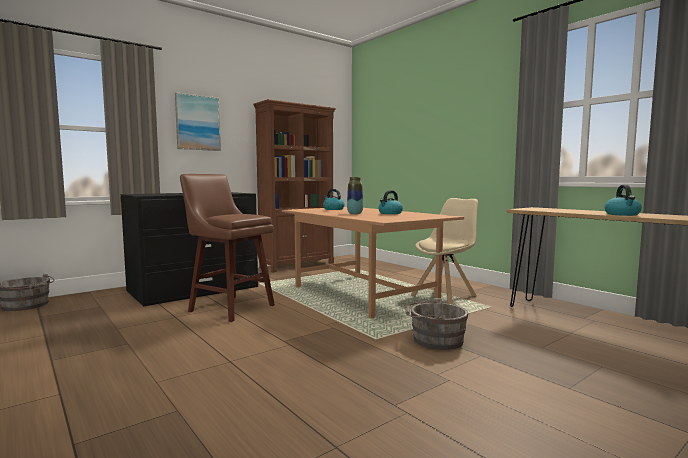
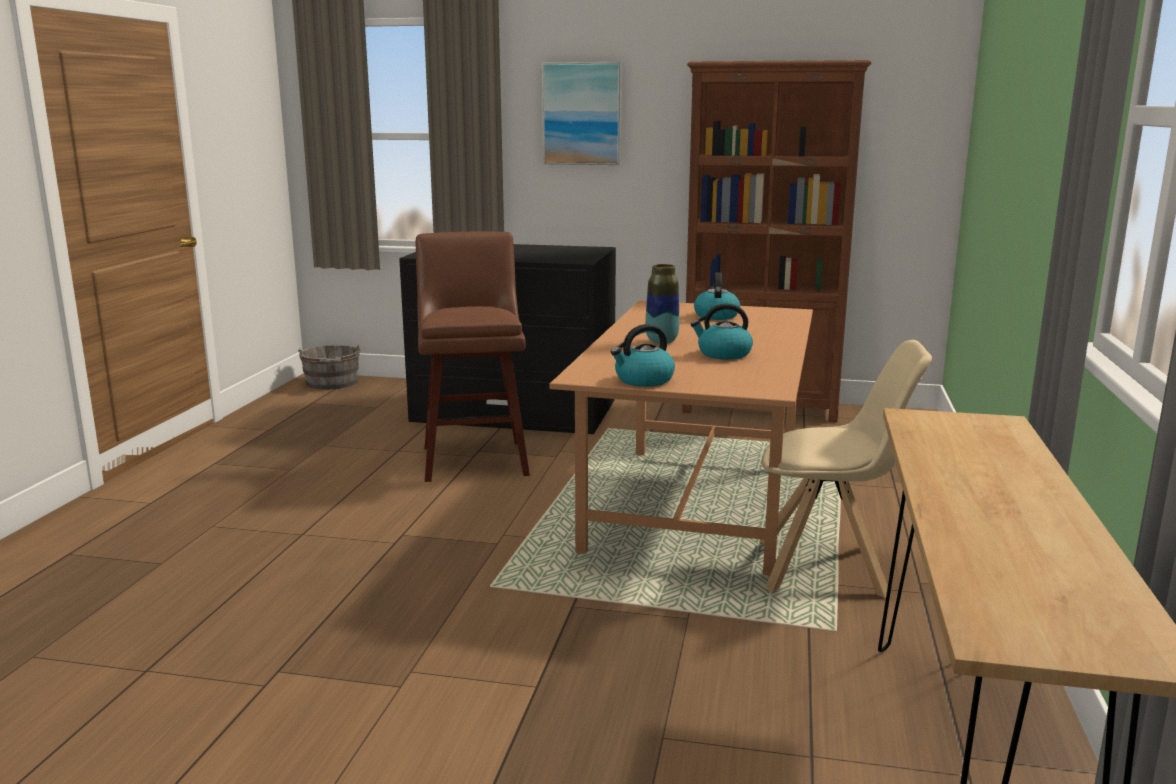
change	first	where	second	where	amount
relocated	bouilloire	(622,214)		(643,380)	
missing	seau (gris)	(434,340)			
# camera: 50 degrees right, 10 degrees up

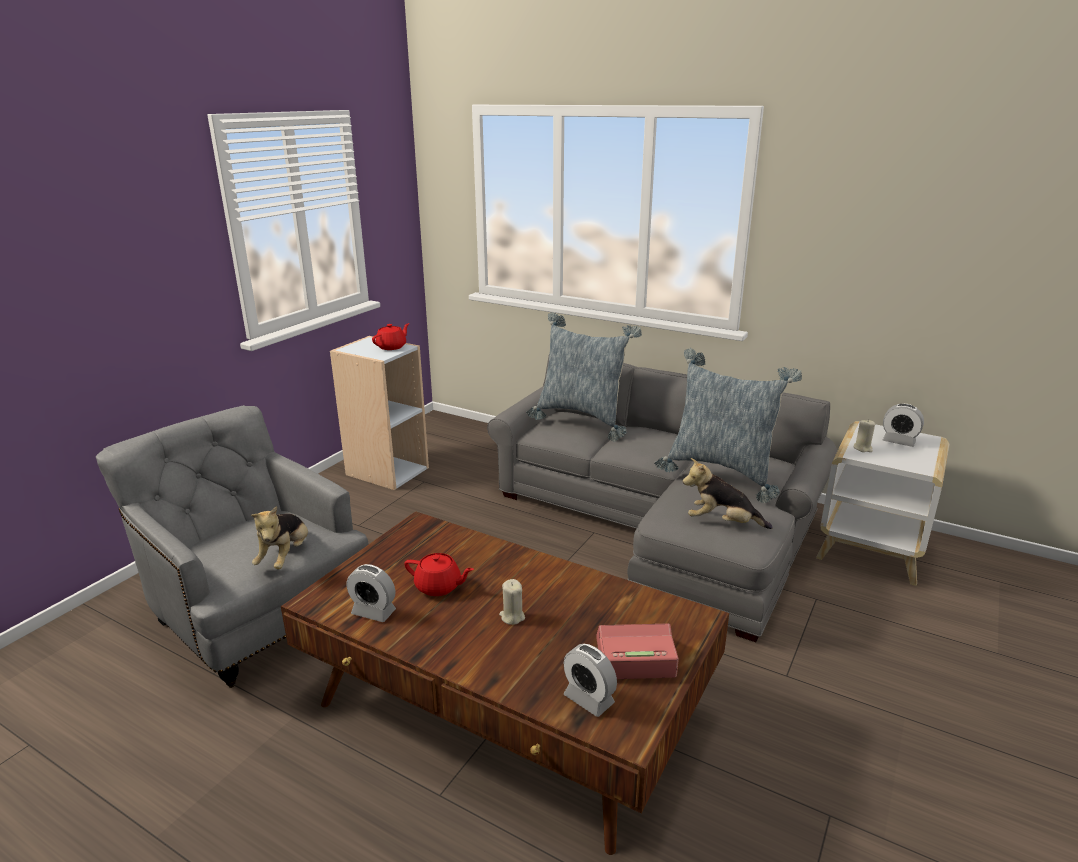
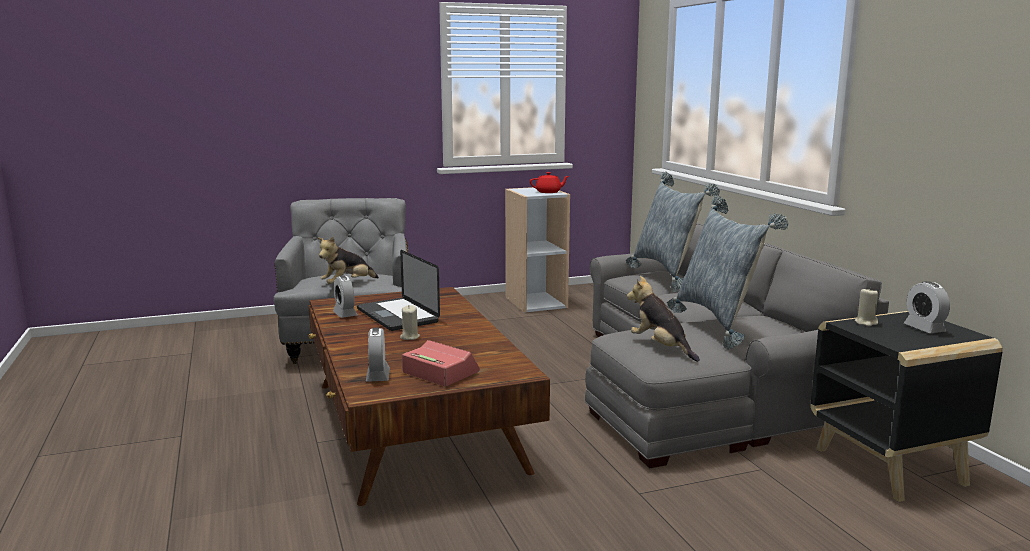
change	first	where	second	where	amount
colour	table d'appoint (blanc)	(872,553)	table d'appoint (noir)	(891,467)	
exchanged	théière (rouge)	(439,587)	ordinateur portable	(397,315)	
# camera: 40 degrees right, 10 degrees down

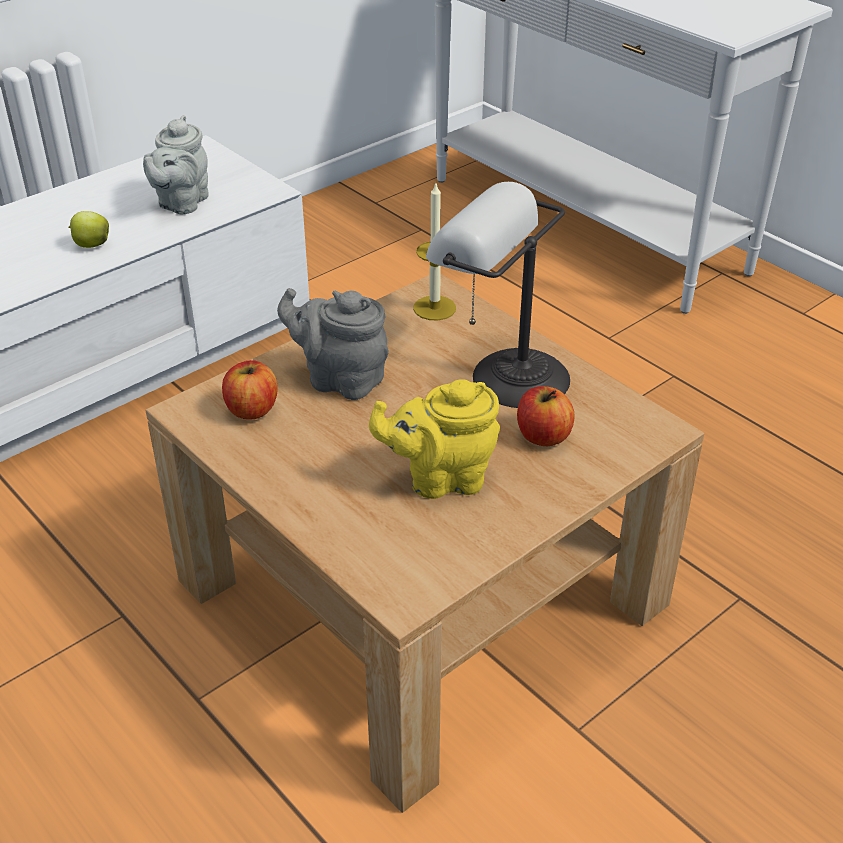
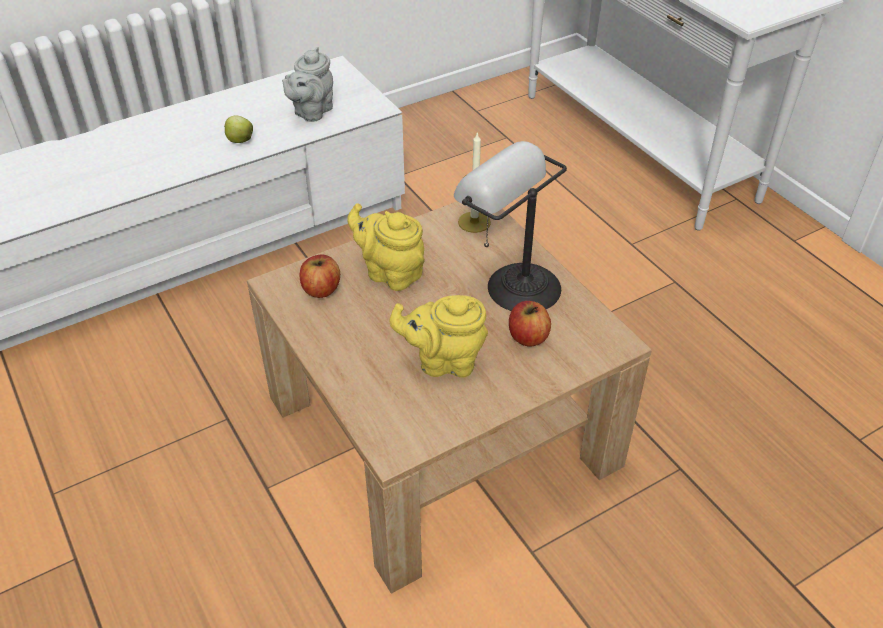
change	first	where	second	where	amount
colour	théière (gris)	(340,379)	théière (jaune)	(390,273)	
# camera: 10 degrees right, 5 degrees up

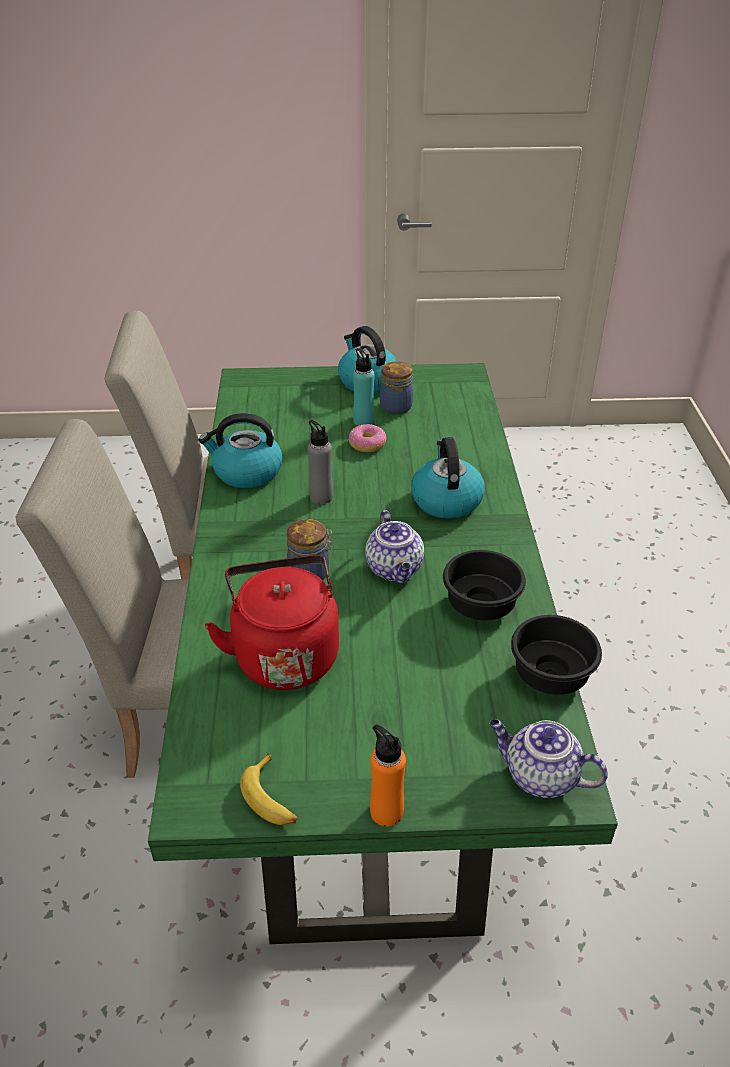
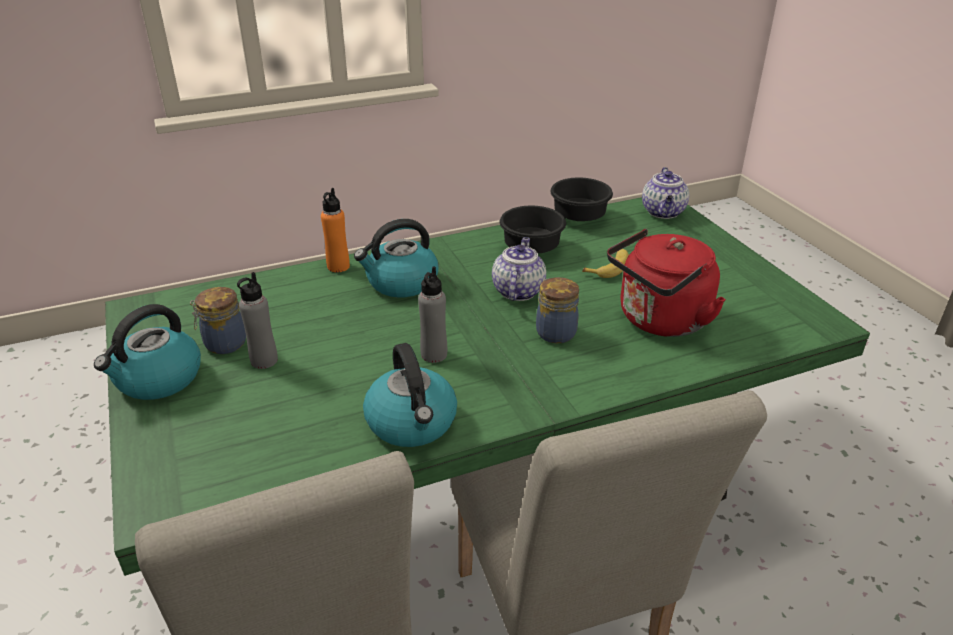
change	first	where	second	where	amount
colour	bouteille (turquoise)	(363,420)	bouteille (gris)	(264,360)	
missing	beignet	(367,444)			
spun	théière	(395,569)		(517,290)	45 degrees counterclockwise
relocated	bouteille (orange)	(386,811)		(338,266)	
relocated	banane	(272,798)		(609,267)	
# camera: 110 degrees left, 5 degrees down

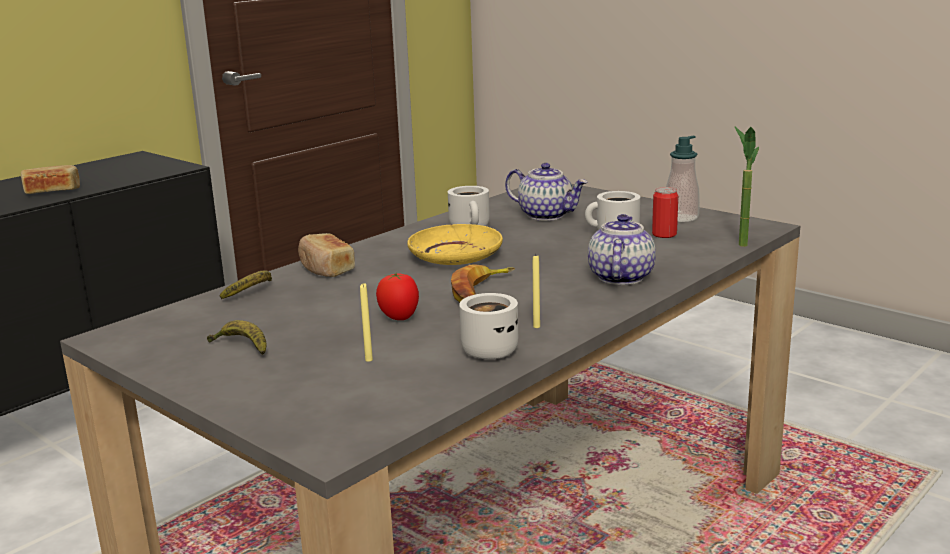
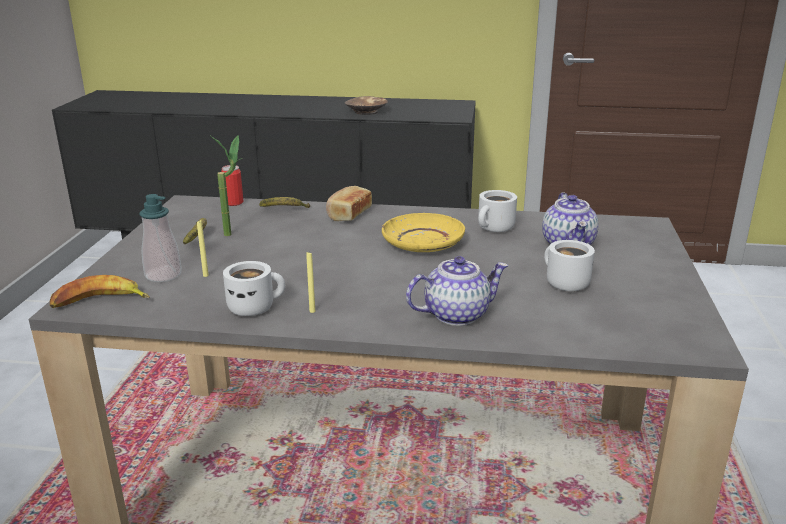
change	first	where	second	where	amount
relocated	plante en pot	(740,242)		(234,232)	
relocated	distributeur de savon	(681,217)		(163,275)	
exchanged	pain	(52,191)	bol (marron)	(367,112)	
relocated	boîte métallique	(664,234)		(233,203)	
relocated	banane	(481,292)		(100,302)	
missing	tomate	(399,318)			
# camera: 55 degrees right, 5 degrees up

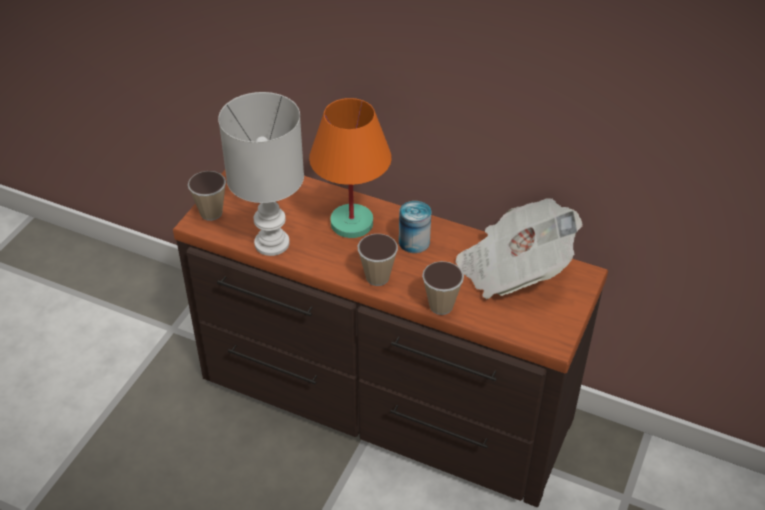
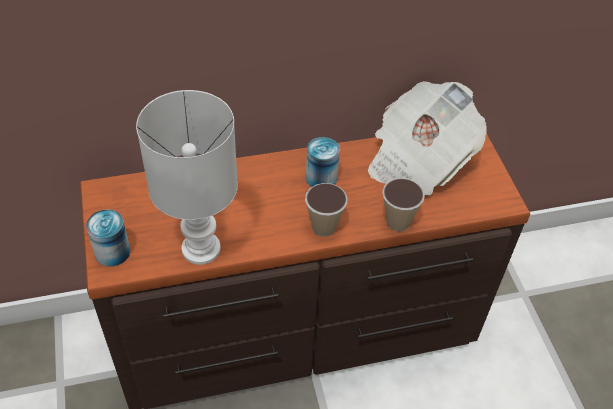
change	first	where	second	where	amount
missing	lampe de table (orange)	(353,223)			
exchanged	tasse	(211,213)	boîte métallique	(112,252)	
# camera: 40 degrees left, 5 degrees up

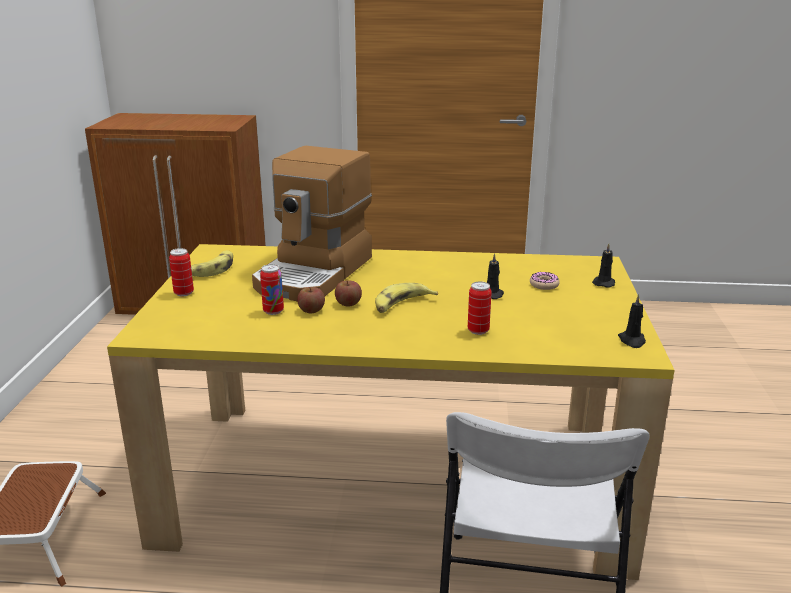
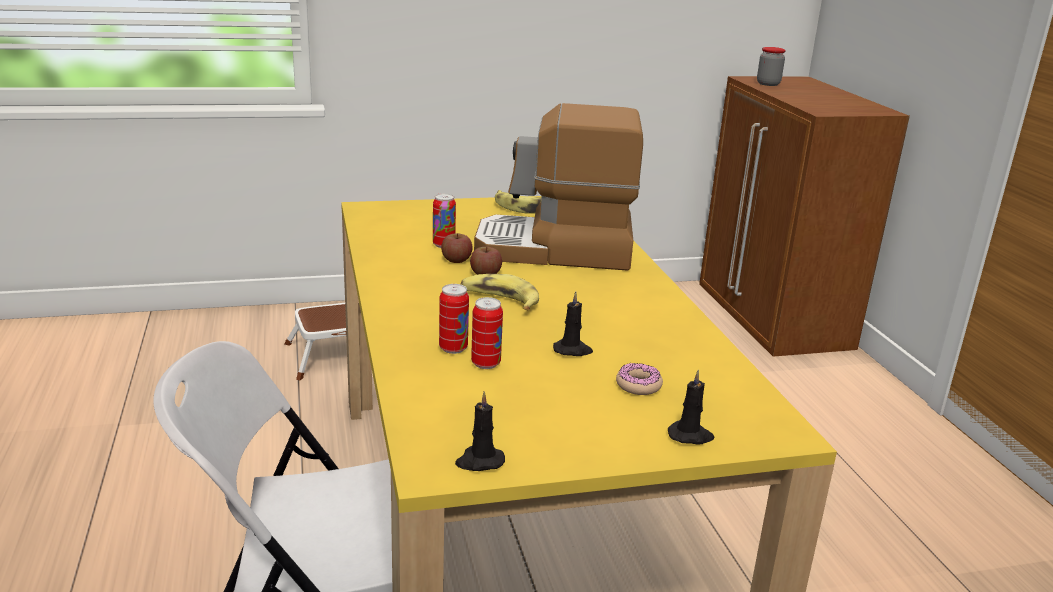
change	first	where	second	where	amount
relocated	boîte métallique	(184,293)		(486,363)	
appeared			bocal	(768,84)	
# camera: 70 degrees right, 0 degrees up

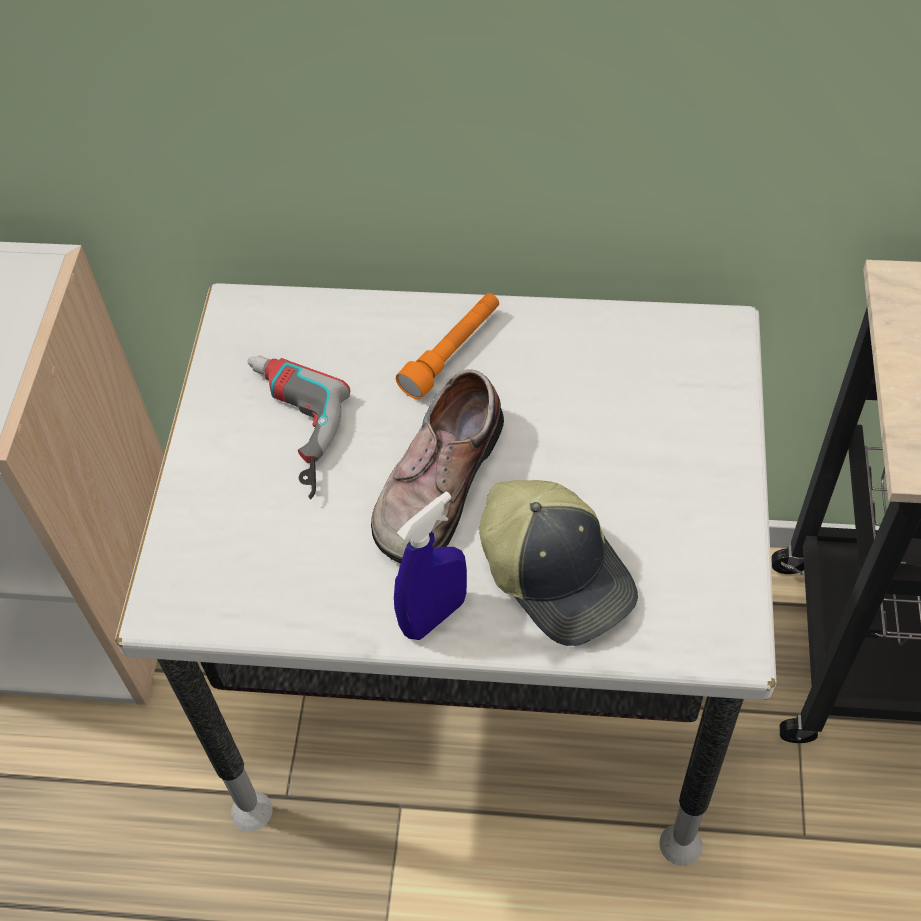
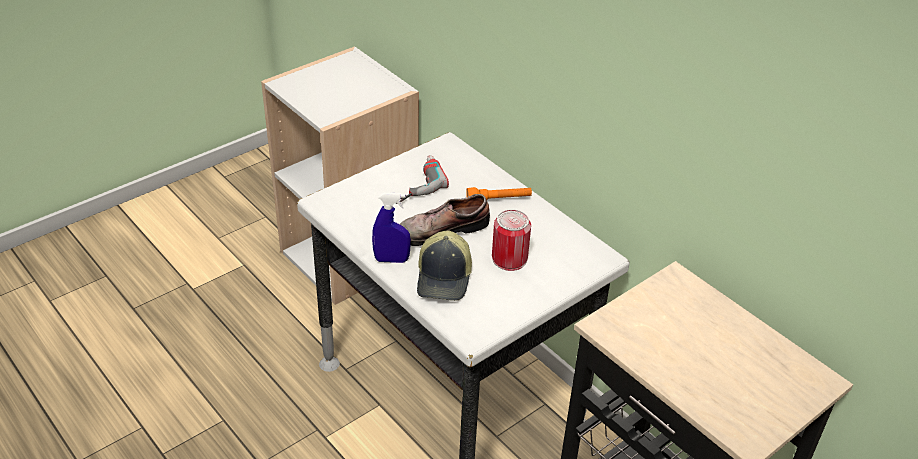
change	first	where	second	where	amount
appeared			boîte métallique	(509,259)	
# camera: 40 degrees right, 15 degrees down

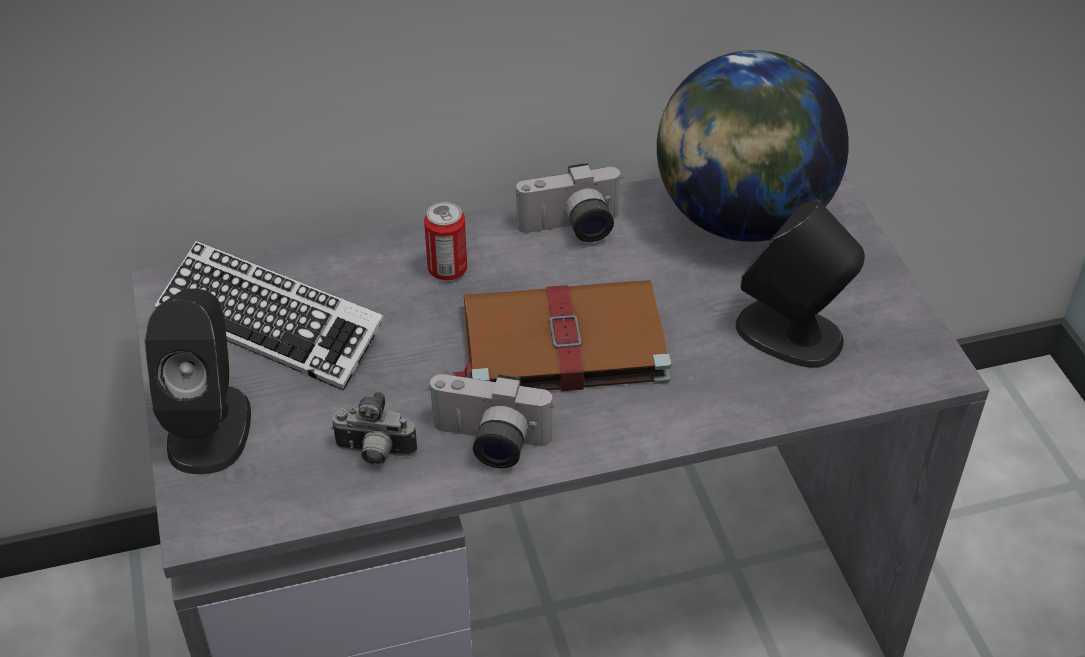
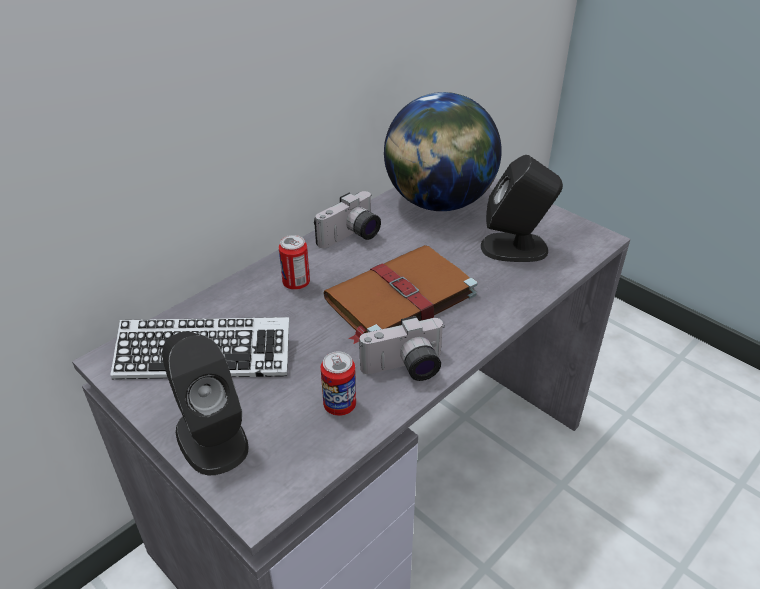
change	first	where	second	where	amount
exchanged	appareil photo	(374,454)	boîte métallique	(339,405)	
# camera: 30 degrees left, 5 degrees down

